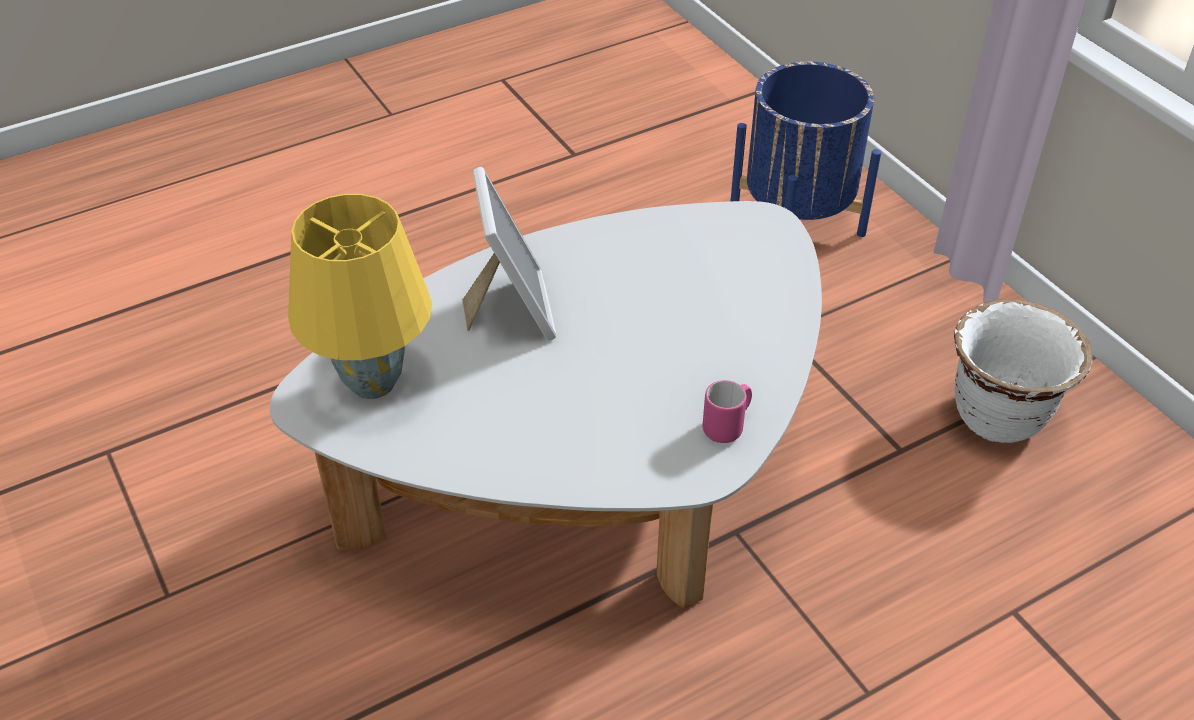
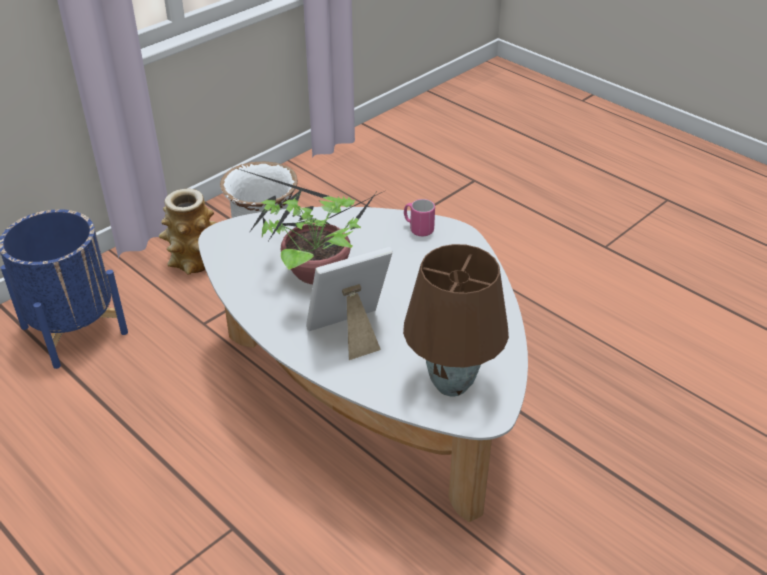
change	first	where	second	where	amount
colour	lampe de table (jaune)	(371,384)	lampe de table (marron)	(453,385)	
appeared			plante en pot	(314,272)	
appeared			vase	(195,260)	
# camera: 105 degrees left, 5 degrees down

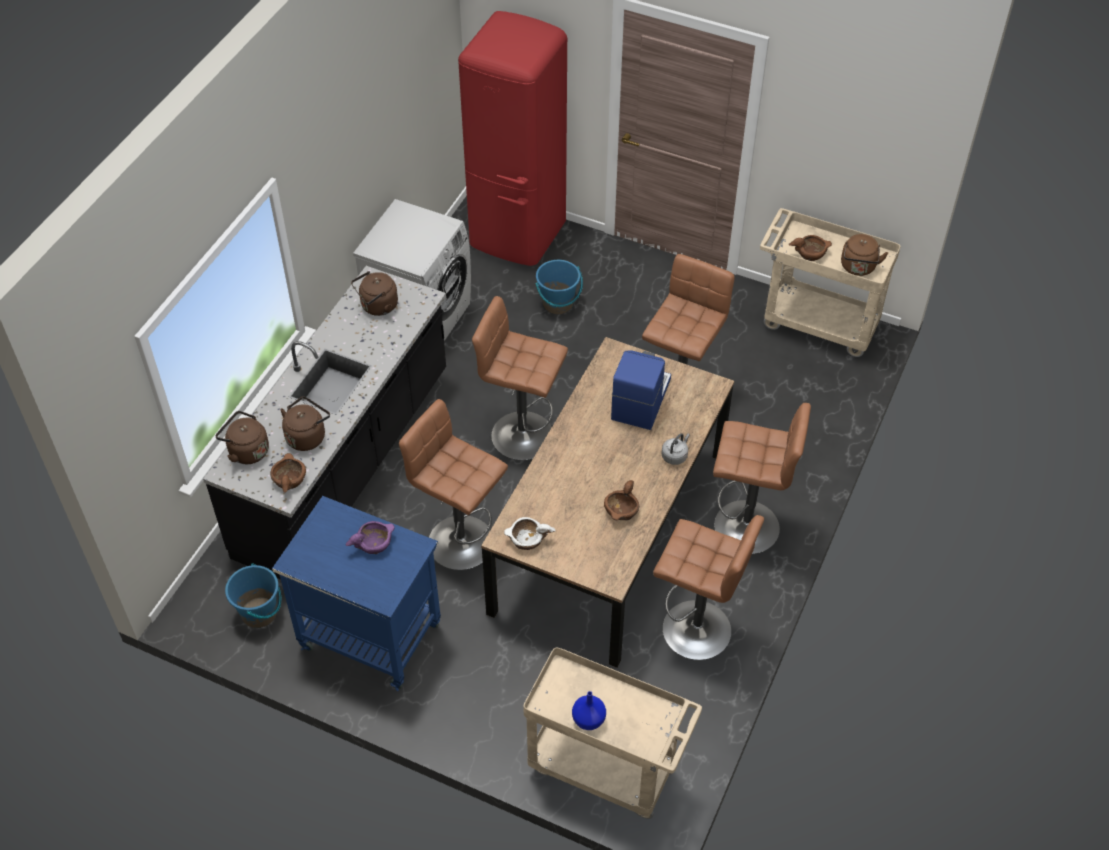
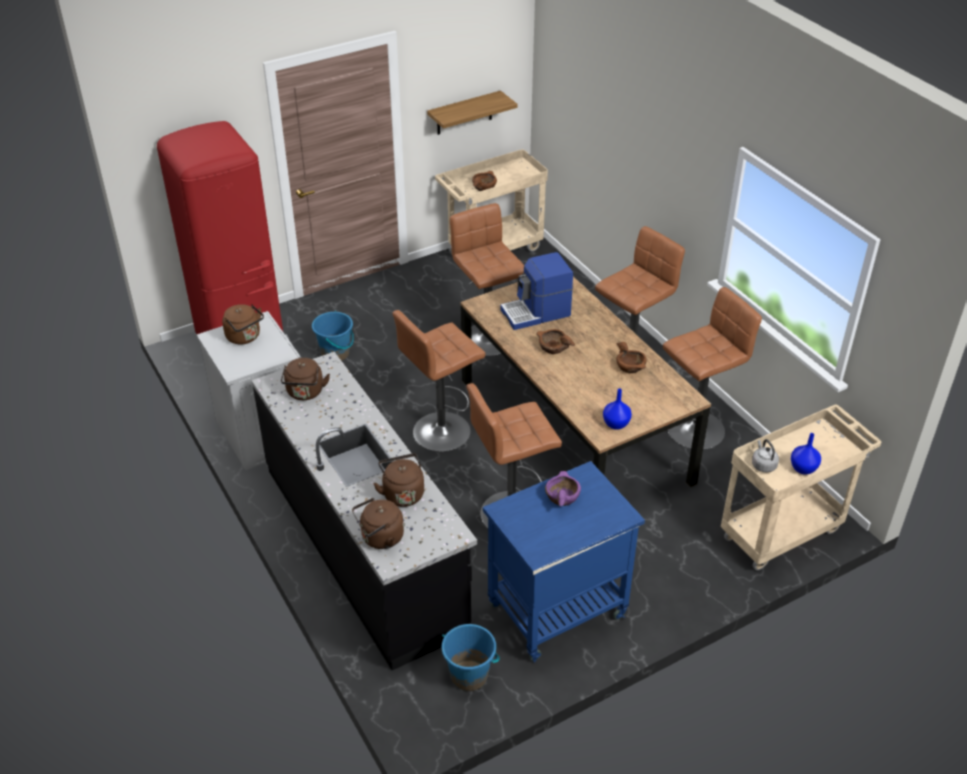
change	first	where	second	where	amount
relocated	bouilloire (marron)	(858,268)		(245,337)	
spun	machine à café	(639,399)		(536,313)	75 degrees counterclockwise
relocated	bouilloire (gris)	(675,455)		(763,465)	
relocated	bol (marron)	(289,479)		(553,348)	
exchanged	bol (blanc)	(527,540)	vase (bleu)	(615,424)	
appeared			étagère	(464,113)	
# camera: 55 degrees left, 10 degrees down

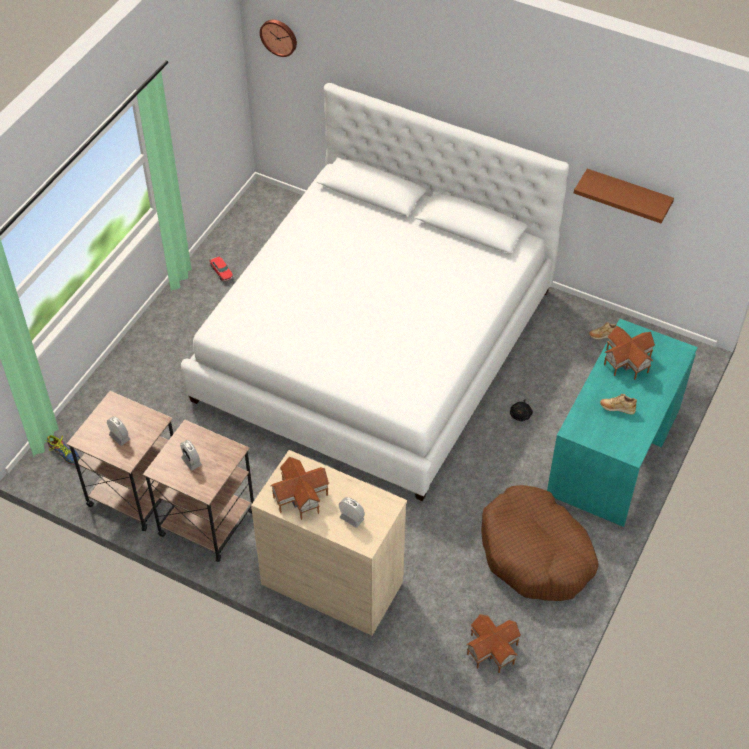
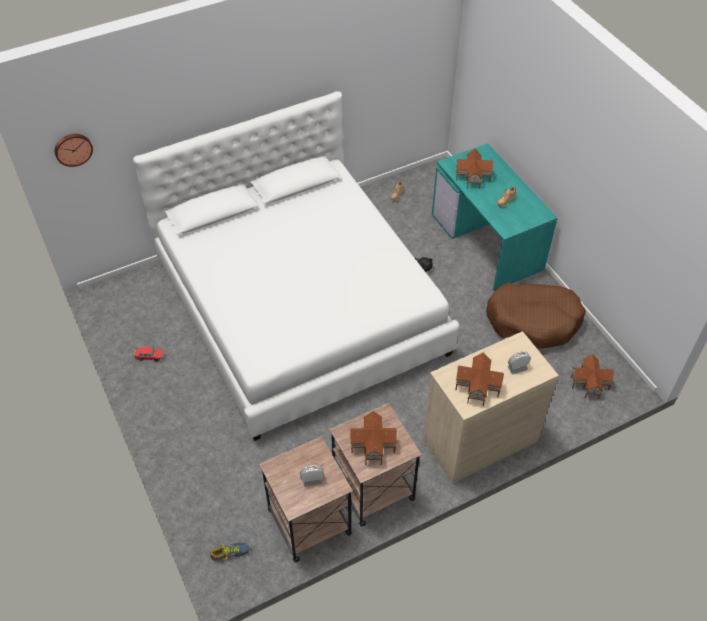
change	first	where	second	where	amount
missing	étagère (marron)	(627,194)			
exchanged	réveil	(191,461)	maison miniature	(373,445)	
# camera: 55 degrees left, 0 degrees up

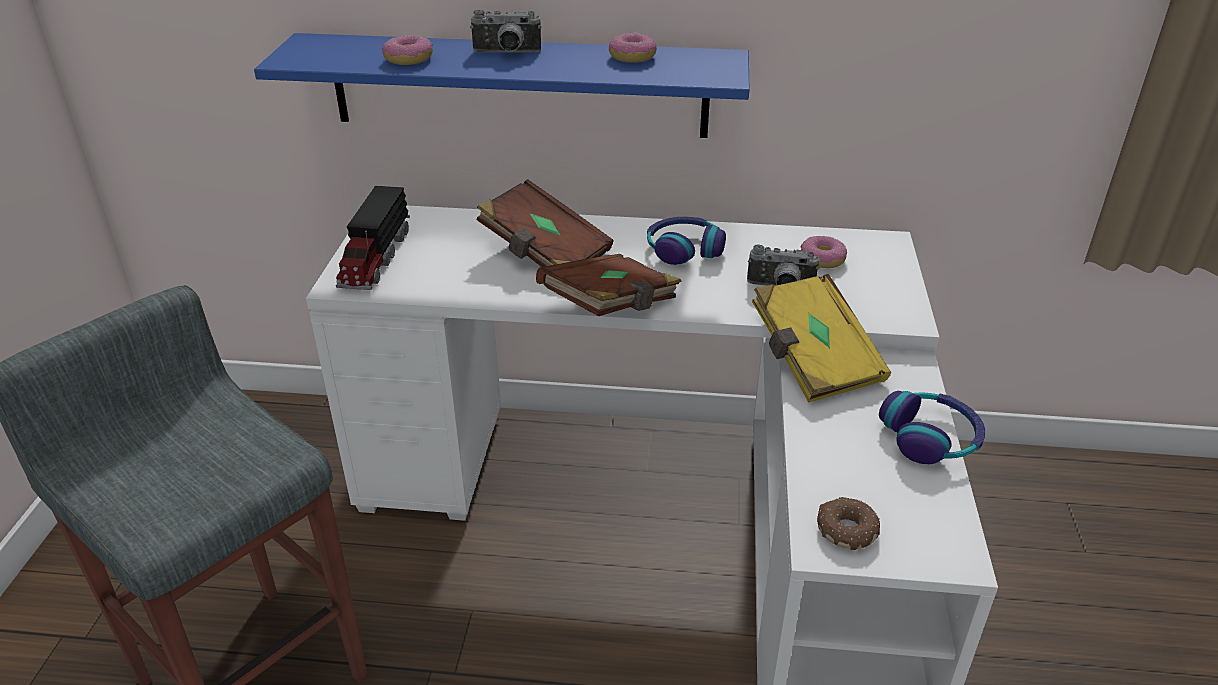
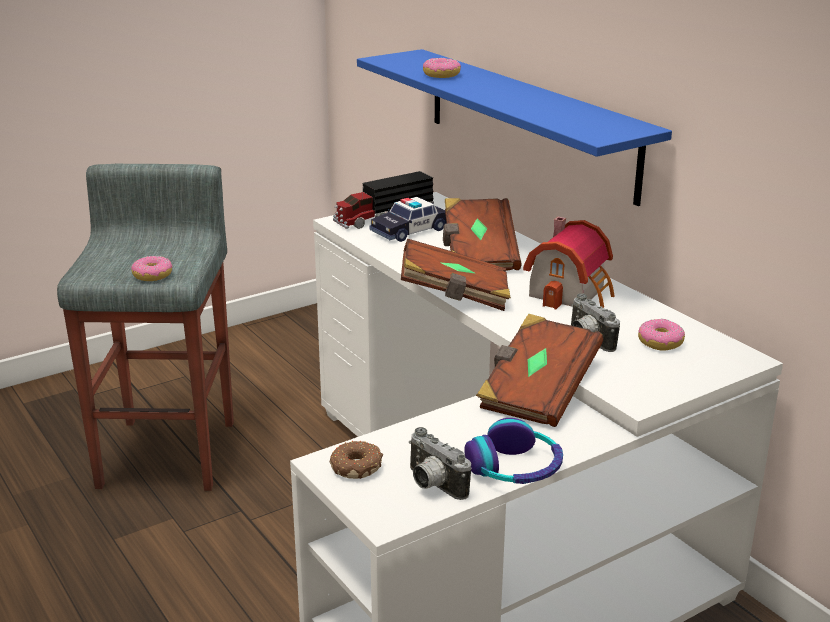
change	first	where	second	where	amount
relocated	appareil photo	(507,53)		(432,485)	
relocated	beignet	(632,57)		(152,275)	
exchanged	casque audio	(684,249)	maison miniature	(572,292)	
colour	livre (jaune)	(813,359)	livre (marron)	(537,392)	
appeared			petite voiture	(410,230)	
# camera: 50 degrees right, 10 degrees down

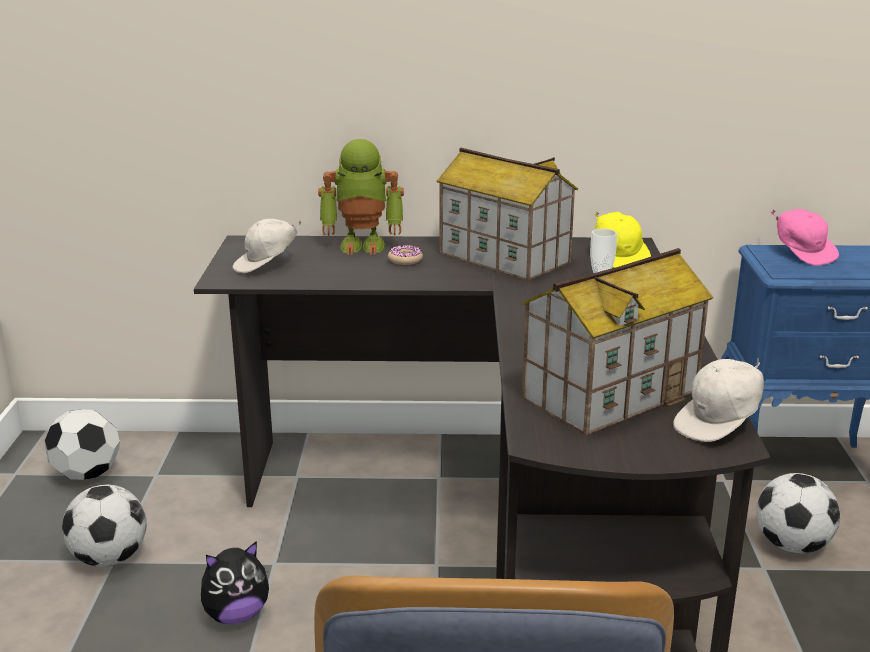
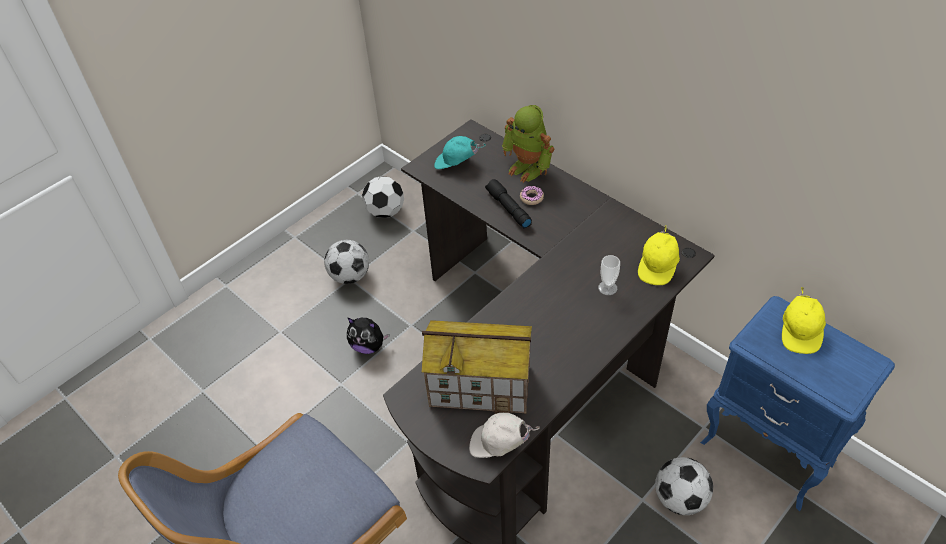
change	first	where	second	where	amount
missing	maison miniature	(503,257)			
colour	casquette (rose)	(803,254)	casquette (jaune)	(800,332)	
colour	casquette (blanc)	(267,265)	casquette (turquoise)	(456,164)	
appeared			lampe de poche (noir)	(508,208)	
# camera: 45 degrees right, 25 degrees up

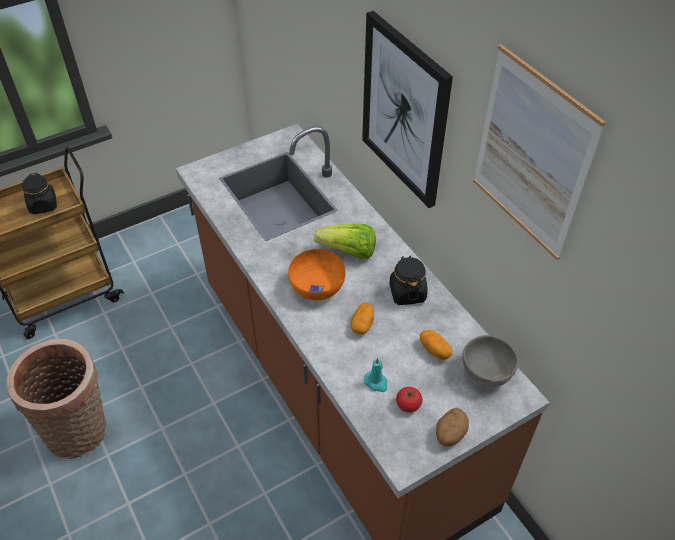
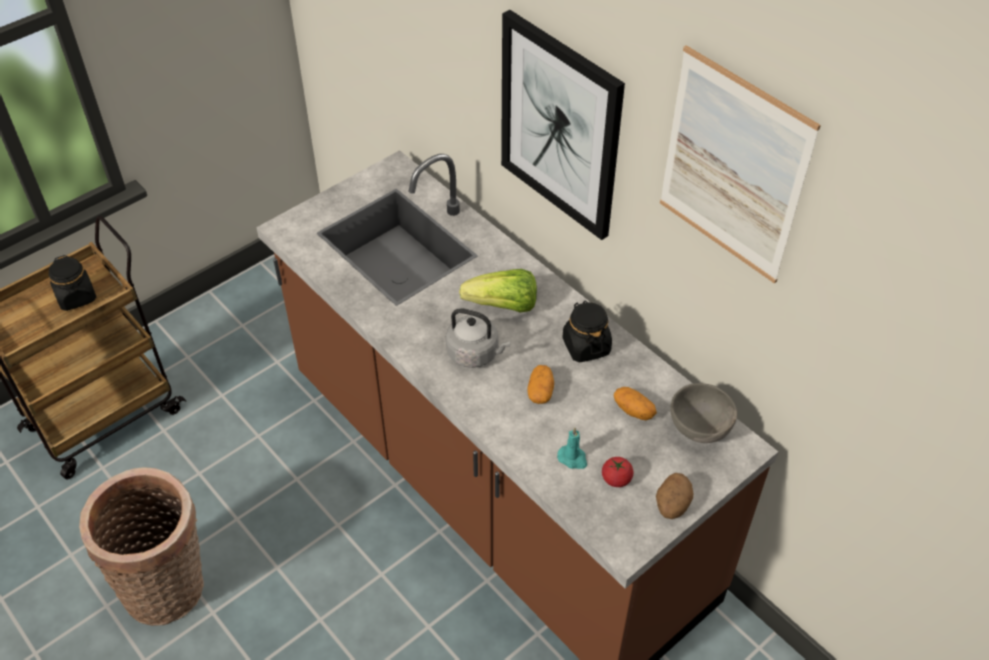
change	first	where	second	where	amount
exchanged	bol (orange)	(318,286)	bouilloire (gris)	(475,353)	
# camera: 10 degrees left, 0 degrees up

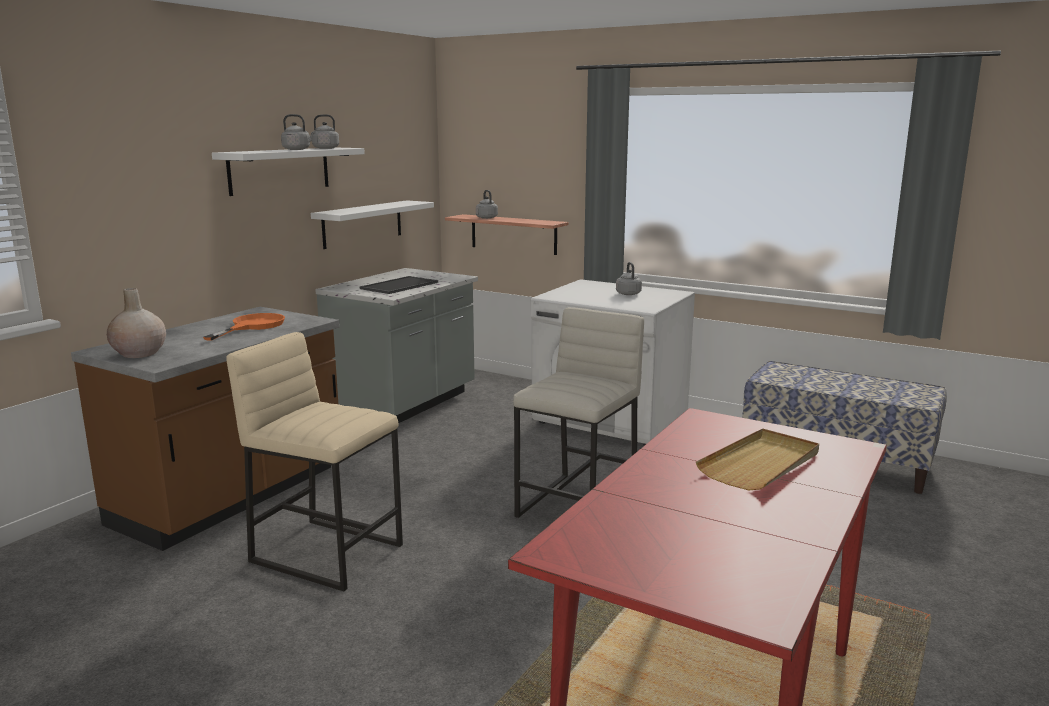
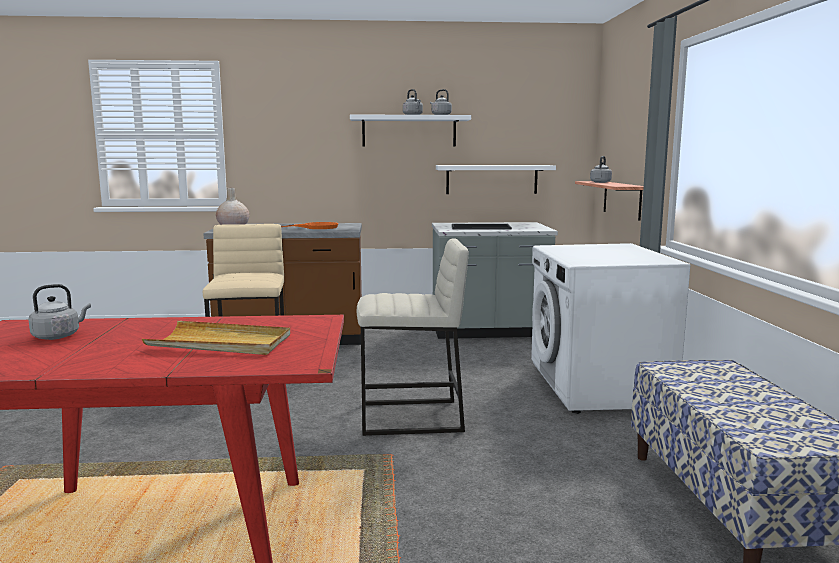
change	first	where	second	where	amount
relocated	bouilloire (gris)	(628,293)		(59,336)	
# camera: 55 degrees right, 5 degrees down

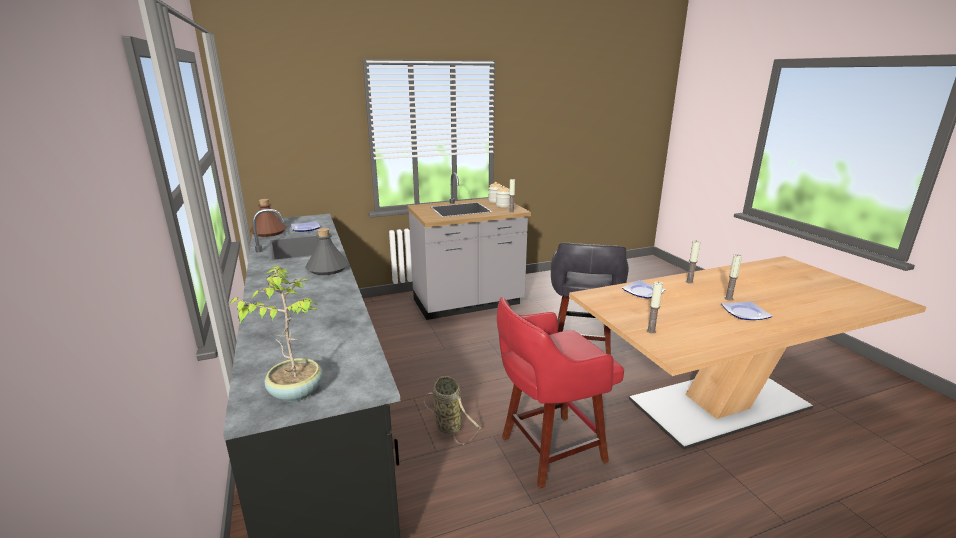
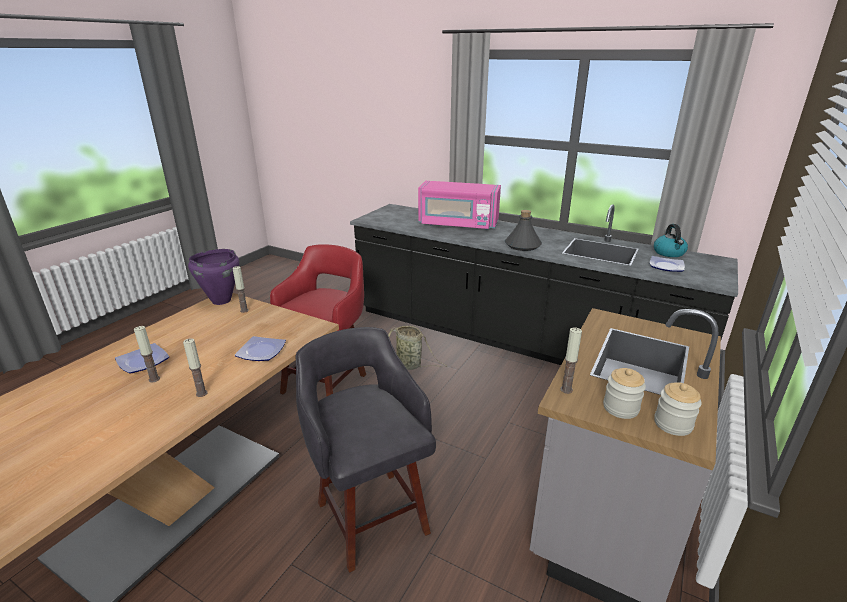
change	first	where	second	where	amount
exchanged	bouteille (marron)	(268,232)	bouilloire	(669,253)	
missing	plante en pot	(296,392)			
appeared			micro-ondes (rose)	(458,224)	
appeared			marmite (violet)	(221,300)	
# camera: 140 degrees right, 5 degrees up

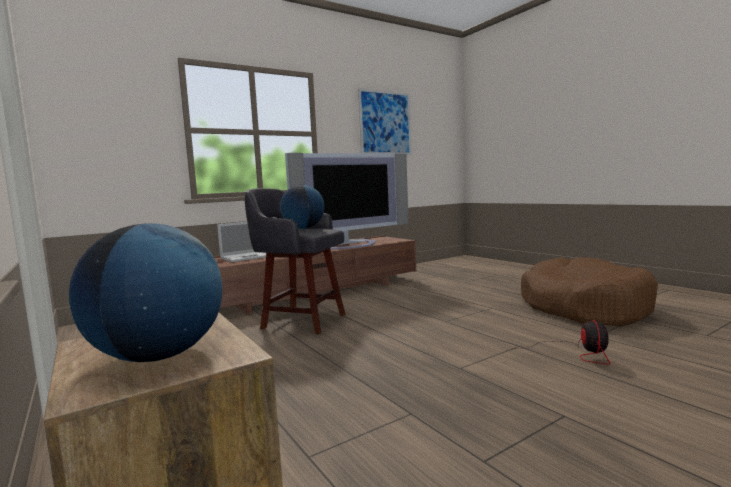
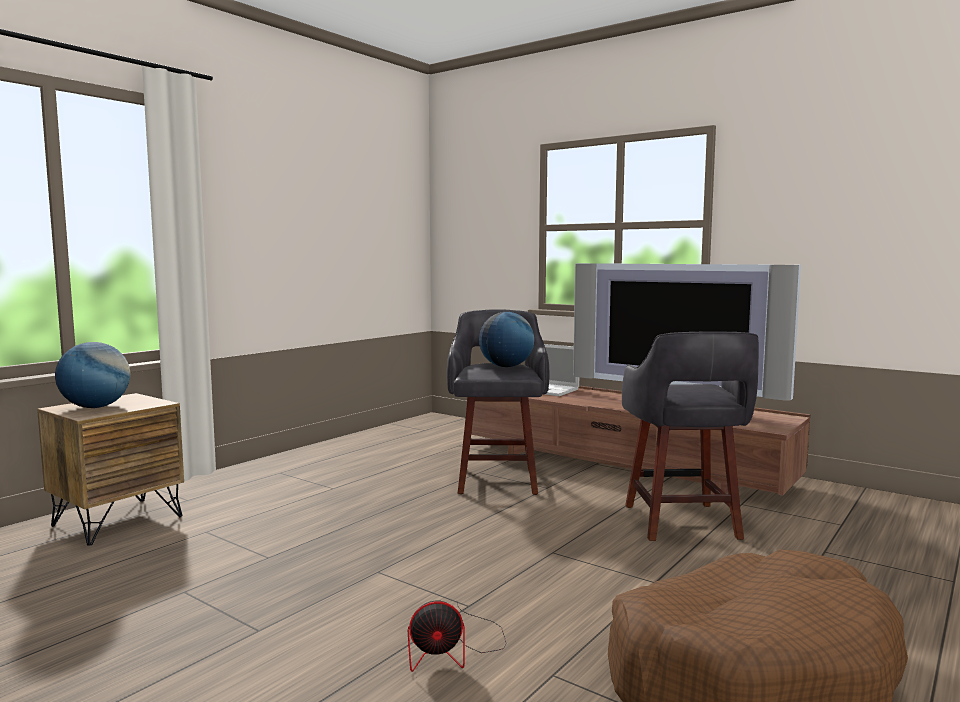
change	first	where	second	where	amount
missing	tableau	(385,123)			
appeared			tabouret (gris)	(682,524)	
# camera: 70 degrees right, 0 degrees up

